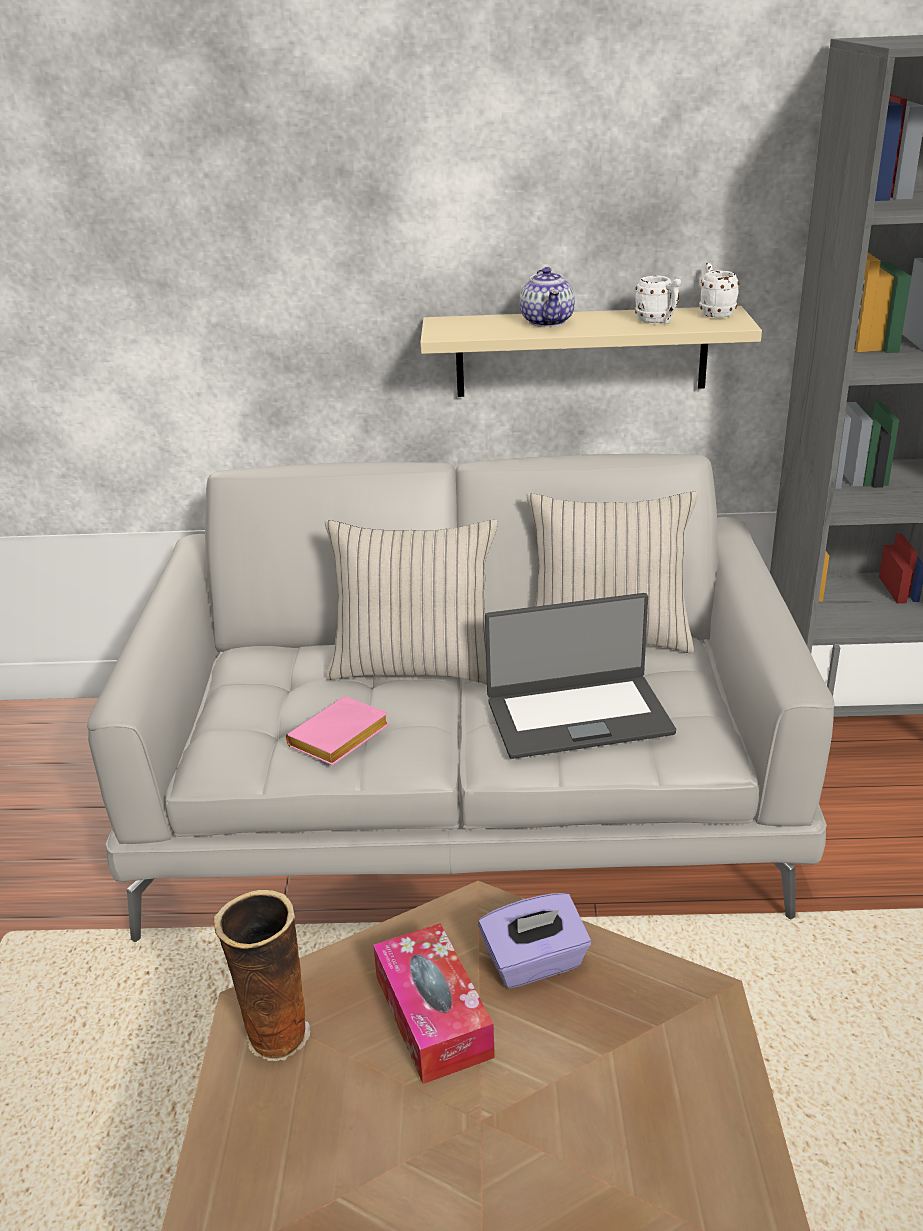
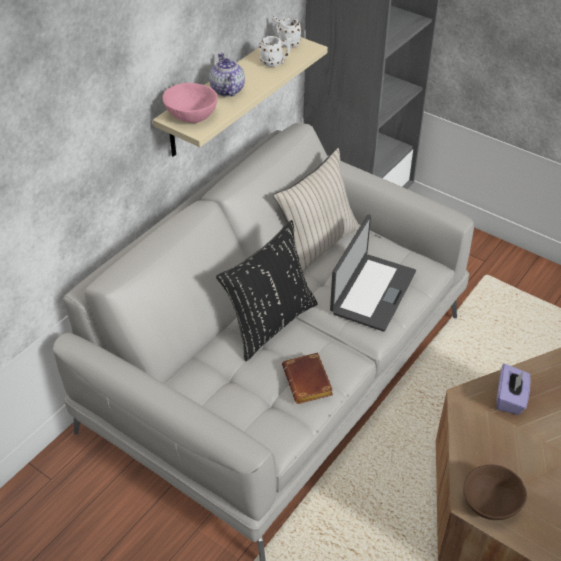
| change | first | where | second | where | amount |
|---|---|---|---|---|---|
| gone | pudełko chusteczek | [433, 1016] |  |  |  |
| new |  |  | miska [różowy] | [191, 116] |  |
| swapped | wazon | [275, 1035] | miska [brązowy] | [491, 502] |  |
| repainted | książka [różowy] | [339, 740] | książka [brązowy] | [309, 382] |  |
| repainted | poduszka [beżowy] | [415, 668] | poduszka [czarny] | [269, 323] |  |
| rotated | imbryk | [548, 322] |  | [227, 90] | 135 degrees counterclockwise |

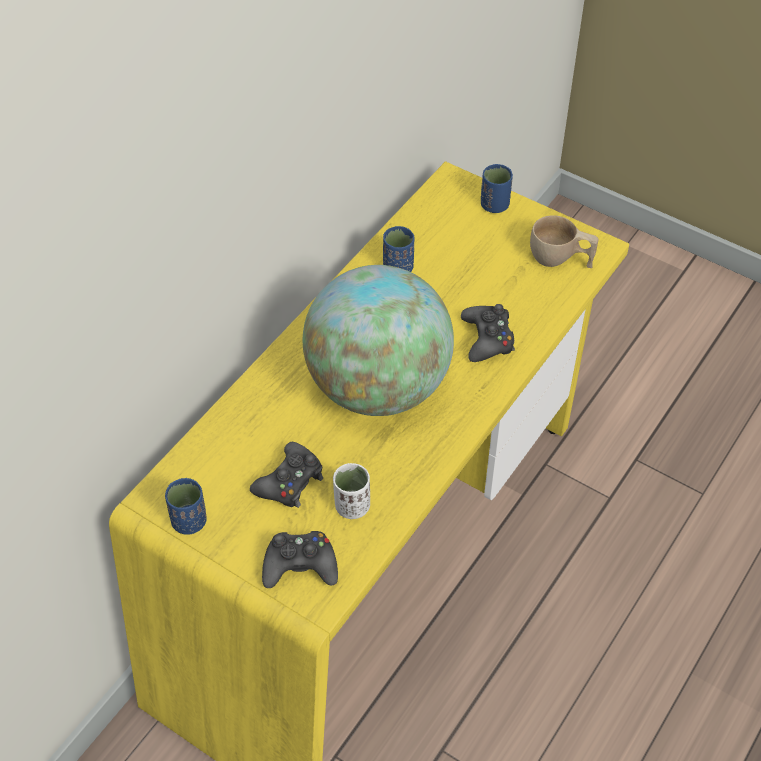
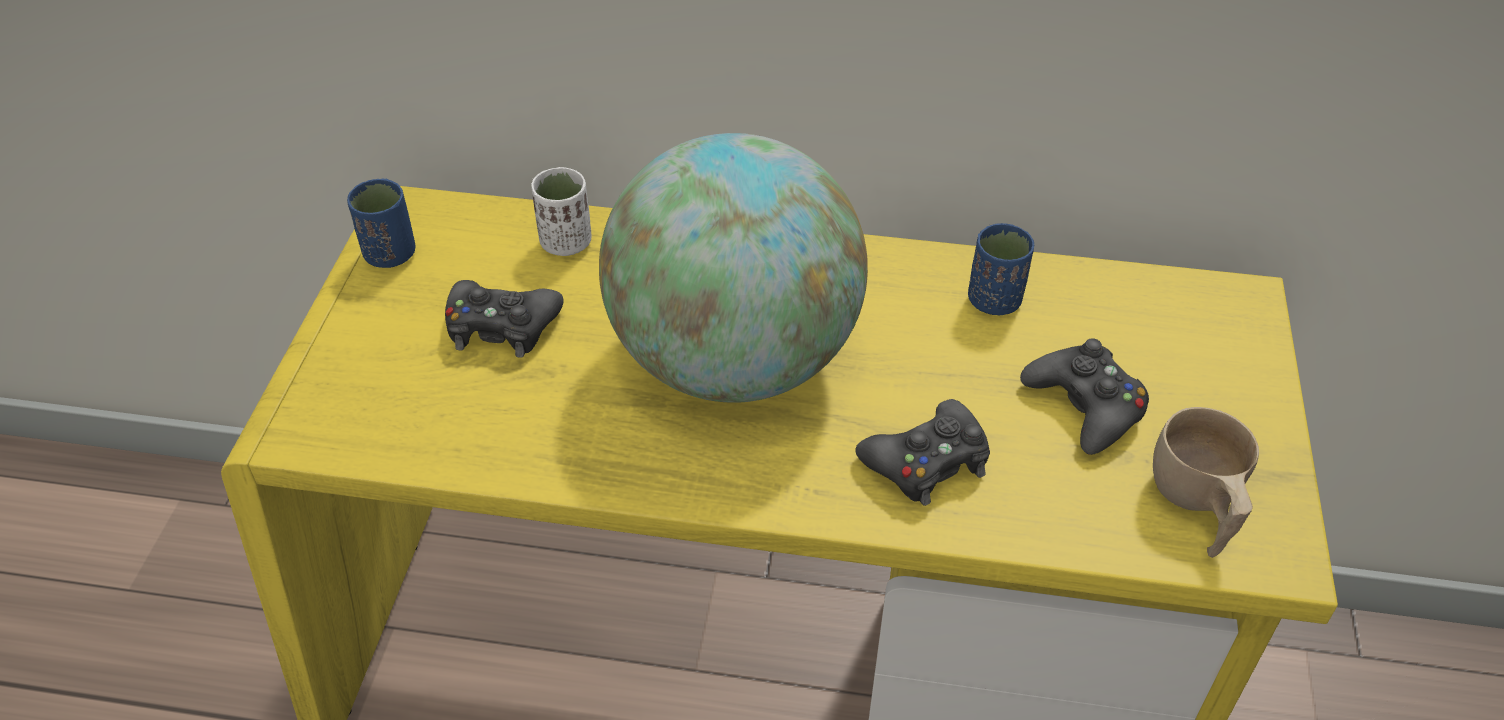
| change | first | where | second | where | amount |
|---|---|---|---|---|---|
| gone | filiżanka [niebieski] | [494, 205] |  |  |  |
| shifted | pad do gier [czarny] | [300, 565] |  | [1085, 406] |  |
| shifted | filiżanka [biały] | [352, 506] |  | [566, 242] |  |

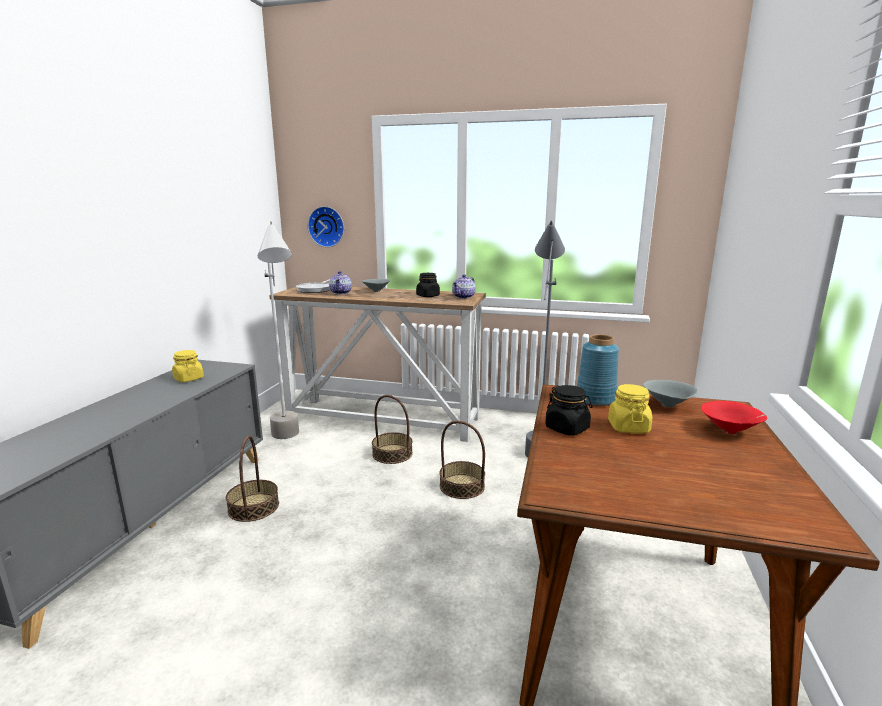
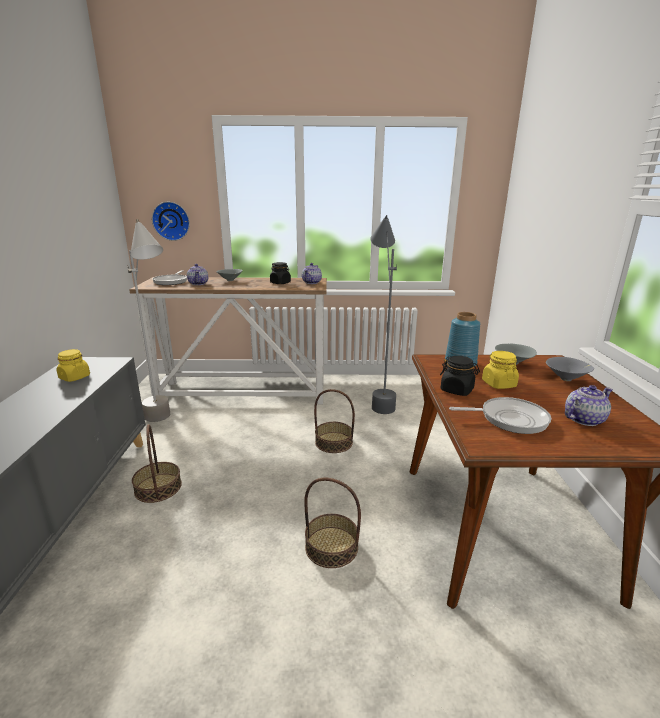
| change | first | where | second | where | amount |
|---|---|---|---|---|---|
| new |  |  | patelnia | [509, 419] |  |
| new |  |  | imbryk | [583, 419] |  |
| shifted | koszyk | [392, 454] |  | [331, 547] |  |
| repainted | miska [czerwony] | [731, 431] | miska [szary] | [567, 379] |  |

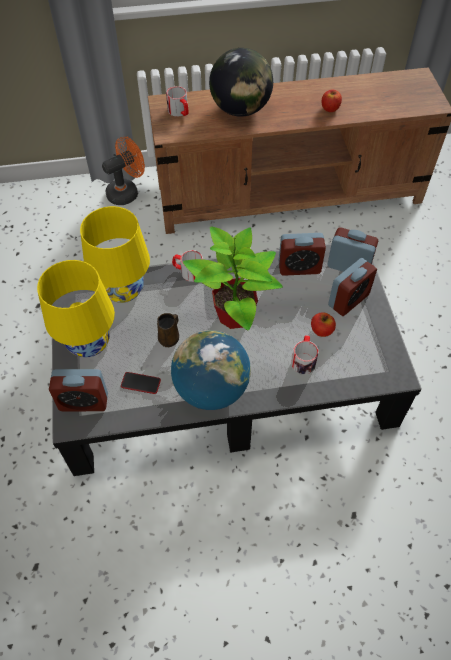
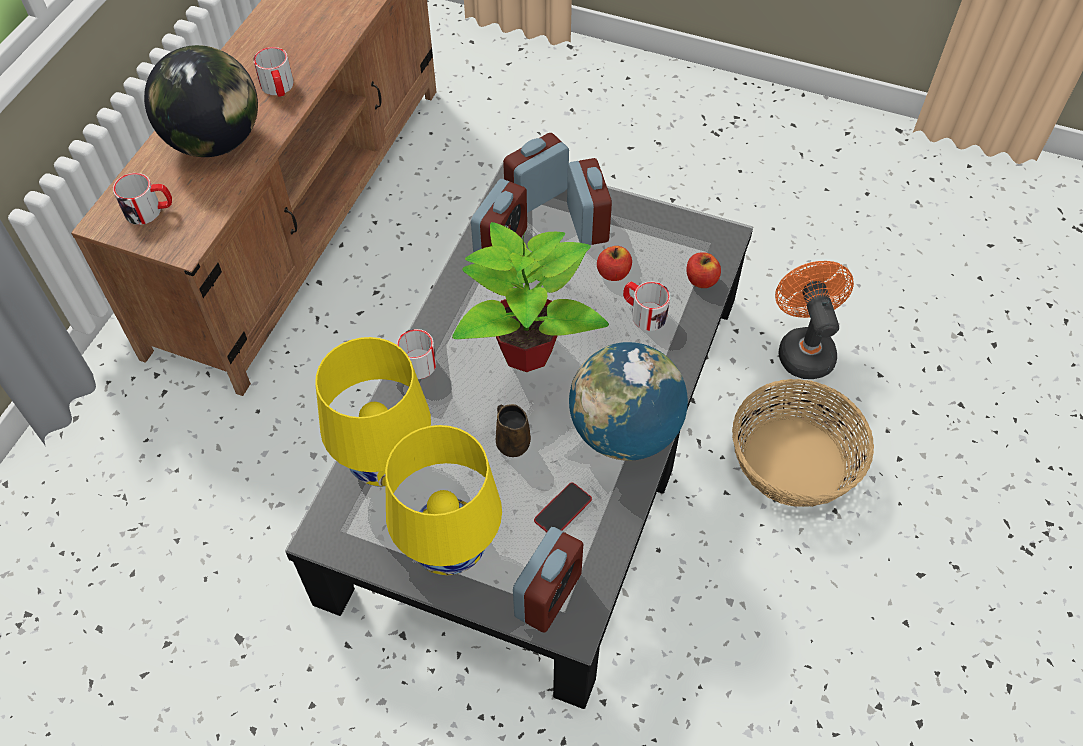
| change | first | where | second | where | amount |
|---|---|---|---|---|---|
| new |  |  | kubek | [278, 88] |  |
| new |  |  | koszyk | [794, 461] |  |
| shifted | wentylator [pomarańczowy] | [127, 192] |  | [803, 348] |  |
| shifted | jabłko | [330, 108] |  | [701, 280] |  |

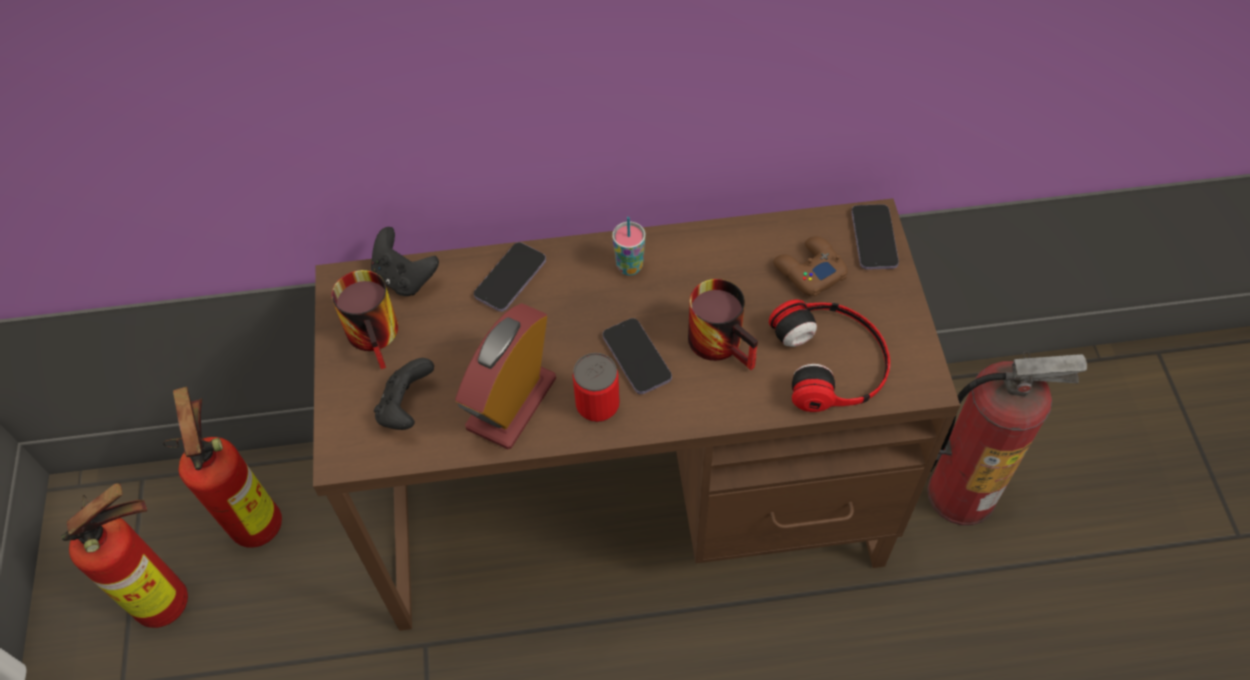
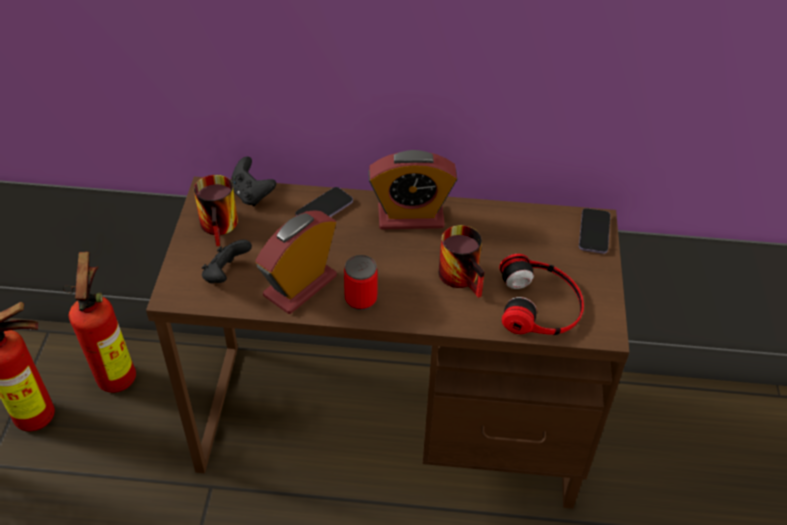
| change | first | where | second | where | amount |
|---|---|---|---|---|---|
| gone | telefon | [636, 357] |  |  |  |
| gone | pad do gier [brązowy] | [809, 271] |  |  |  |
| gone | gaśnica | [962, 493] |  |  |  |
| swapped | filiżanka | [629, 266] | budzik | [410, 217] |  |

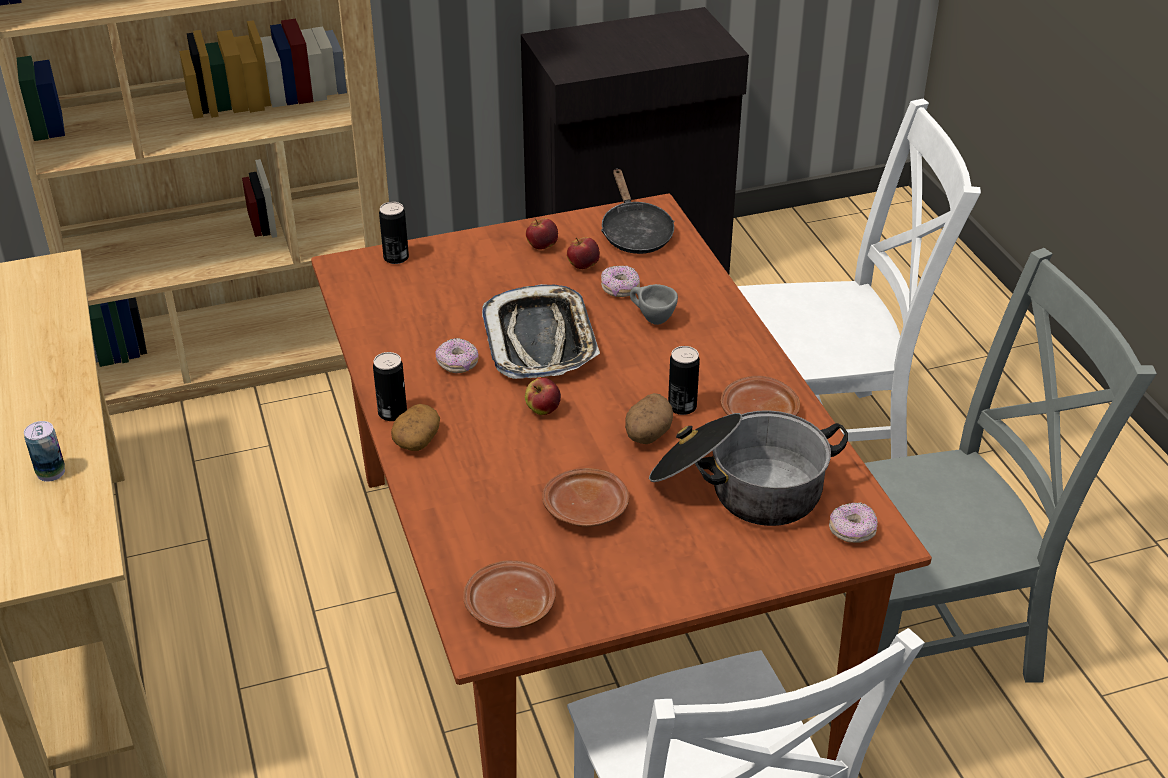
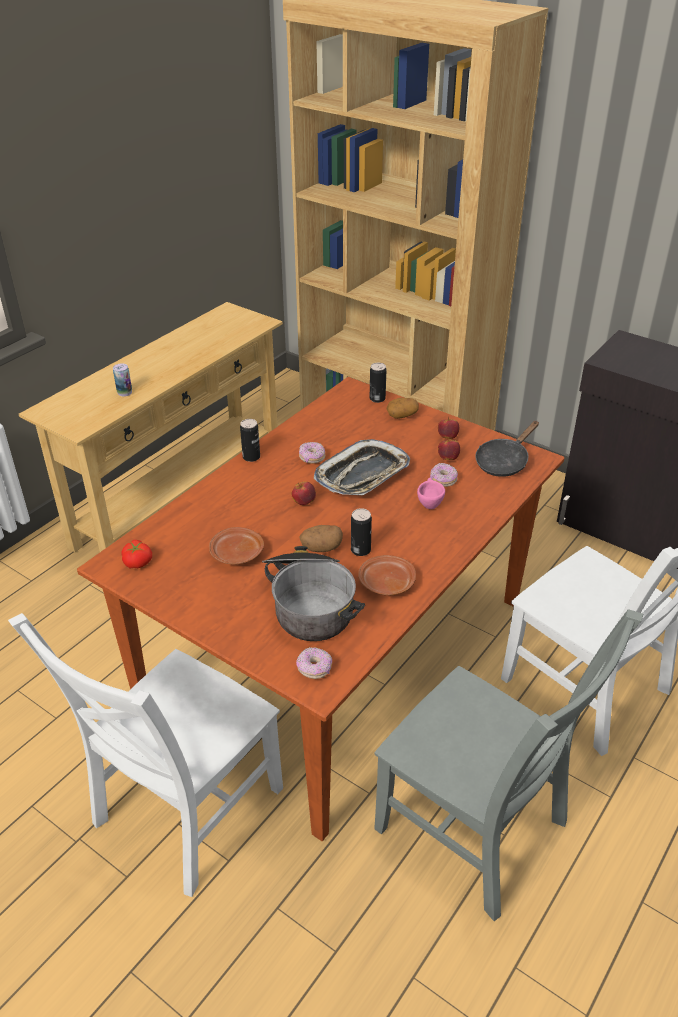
| change | first | where | second | where | amount |
|---|---|---|---|---|---|
| shifted | ziemniak | [416, 439] |  | [402, 415] |  |
| swapped | talerz [brązowy] | [509, 607] | pomidor | [138, 562] |  |
| repainted | filiżanka [szary] | [651, 319] | filiżanka [różowy] | [429, 503] |  |

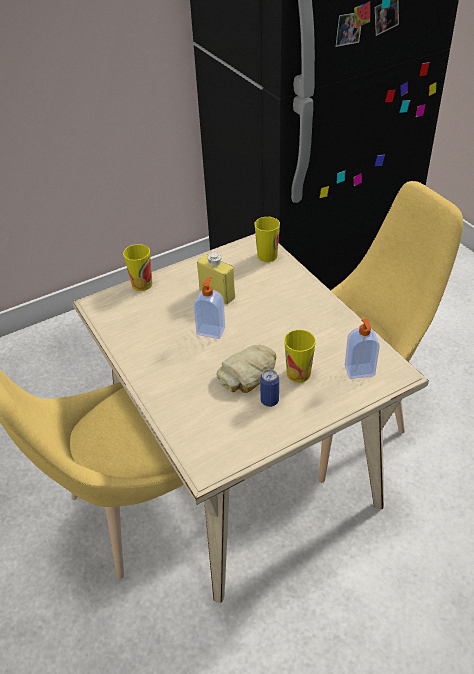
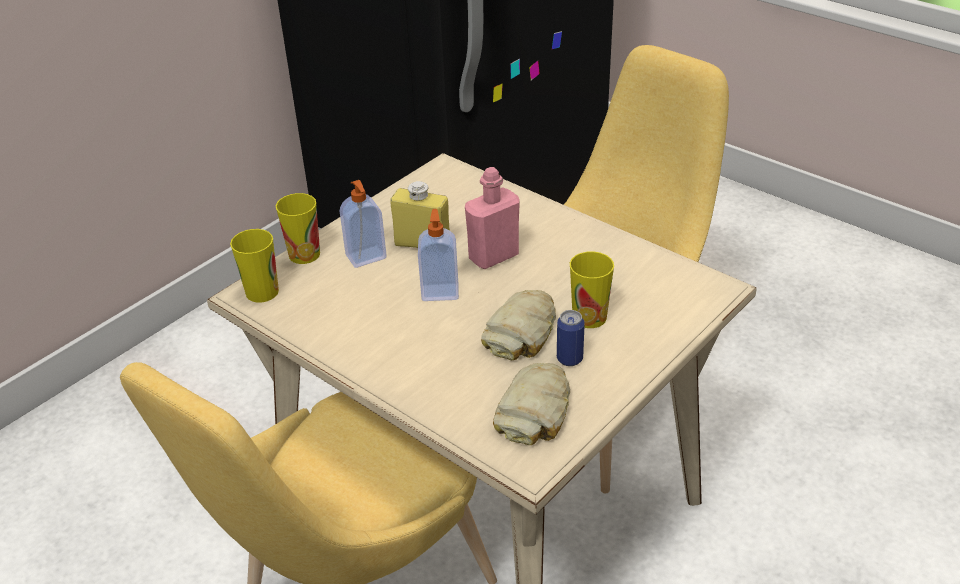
| change | first | where | second | where | amount |
|---|---|---|---|---|---|
| new |  |  | butelka [różowy] | [493, 256] |  |
| new |  |  | chleb | [536, 410] |  |
| shifted | filiżanka | [267, 256] |  | [262, 292] |  |
| shifted | dozownik mydła | [359, 372] |  | [366, 258] |  |

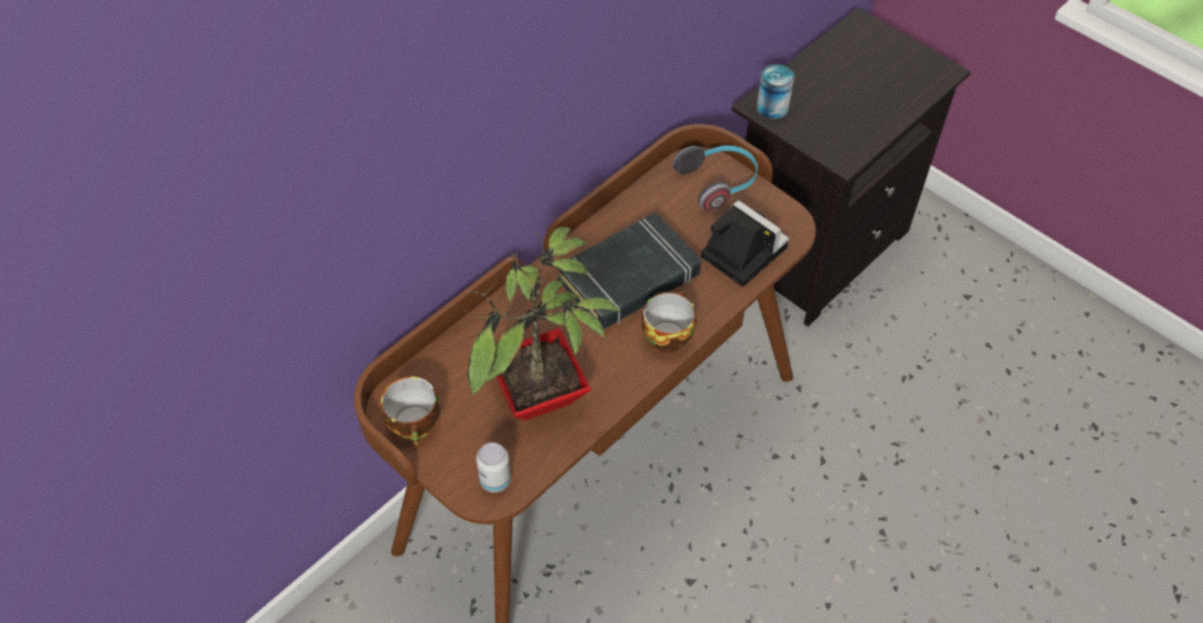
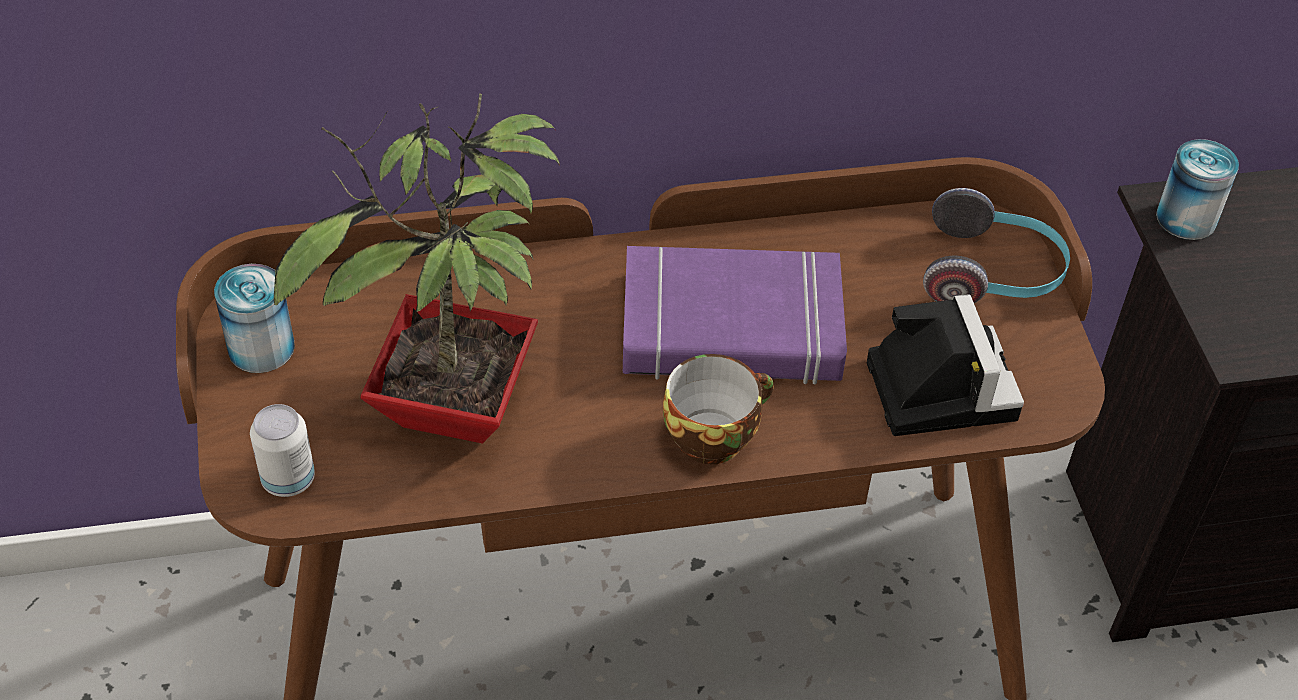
| change | first | where | second | where | amount |
|---|---|---|---|---|---|
| swapped | filiżanka | [416, 425] | puszka | [261, 348] |  |
| repainted | książka [czarny] | [629, 278] | książka [fioletowy] | [731, 328] |  |

